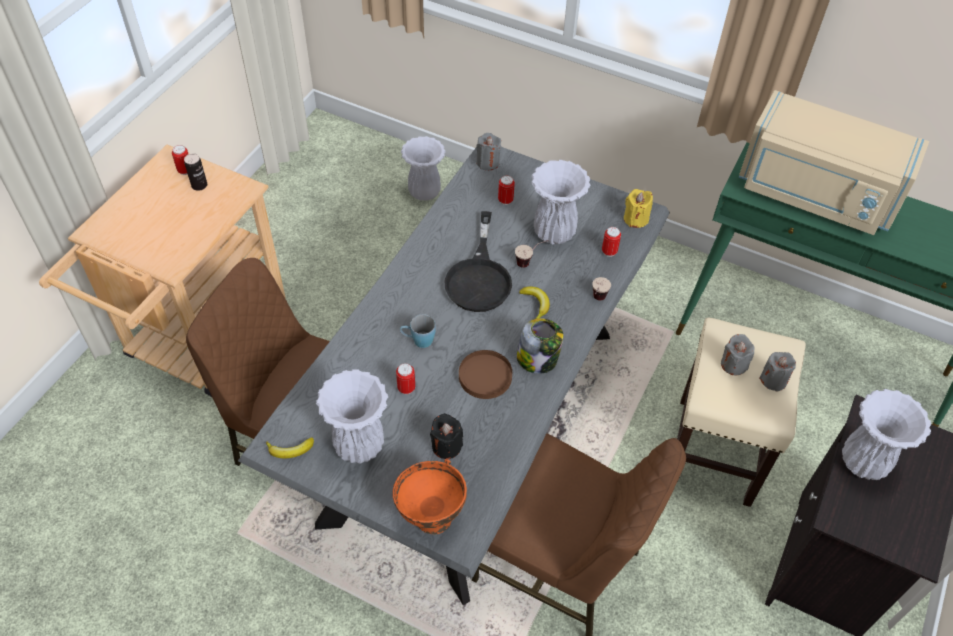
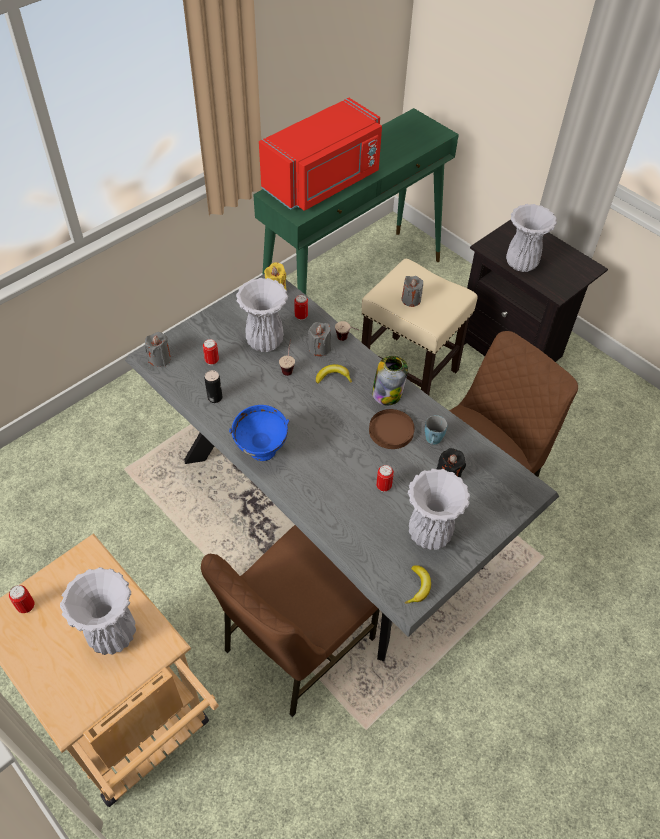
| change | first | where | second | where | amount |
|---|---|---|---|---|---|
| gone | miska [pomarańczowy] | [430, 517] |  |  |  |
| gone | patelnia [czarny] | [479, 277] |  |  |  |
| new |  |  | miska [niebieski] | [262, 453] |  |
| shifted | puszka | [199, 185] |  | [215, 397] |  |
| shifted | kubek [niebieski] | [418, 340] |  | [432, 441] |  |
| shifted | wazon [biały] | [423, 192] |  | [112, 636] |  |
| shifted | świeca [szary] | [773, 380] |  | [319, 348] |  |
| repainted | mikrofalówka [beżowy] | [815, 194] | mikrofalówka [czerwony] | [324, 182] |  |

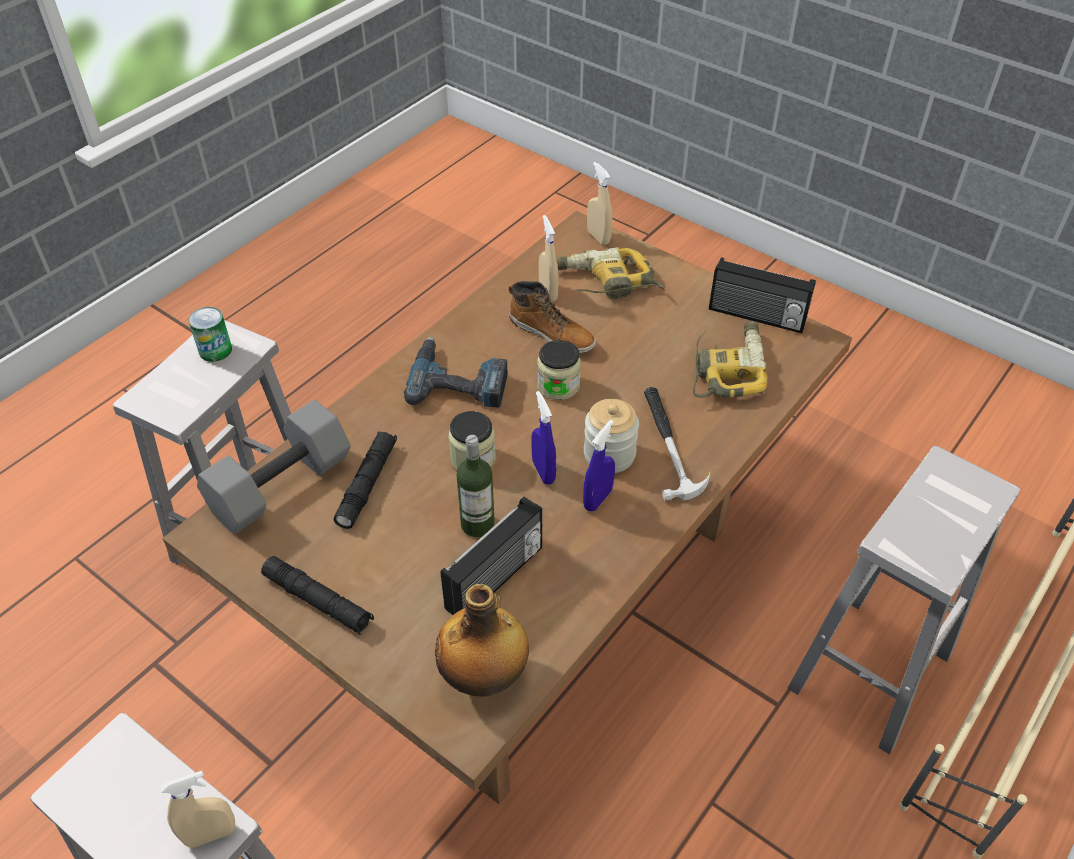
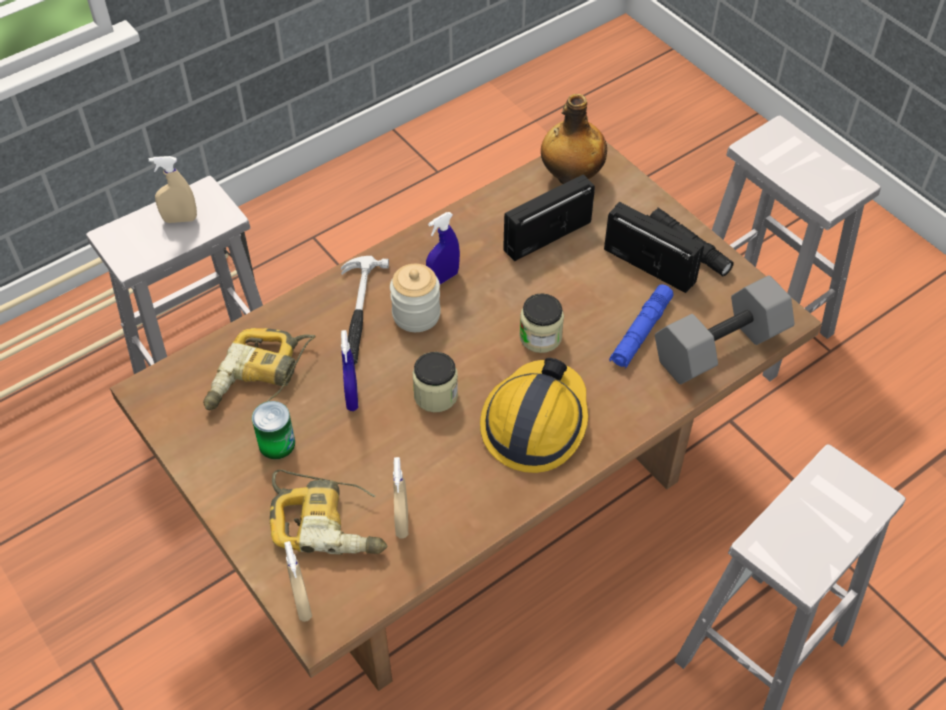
| change | first | where | second | where | amount |
|---|---|---|---|---|---|
| gone | butelka | [477, 524] |  |  |  |
| gone | but z cholewką | [552, 333] |  |  |  |
| shifted | spryskiwacz [beżowy] | [210, 834] |  | [180, 219] |  |
| shifted | puszka | [215, 350] |  | [277, 443] |  |
| shifted | spryskiwacz [niebieski] | [543, 472] |  | [352, 397] |  |
| shifted | radio | [756, 317] |  | [650, 264] |  |
| swapped | wiertarka | [458, 381] | kask | [535, 423] |  |
| repainted | latarka [czarny] | [367, 484] | latarka [niebieski] | [640, 332] |  |

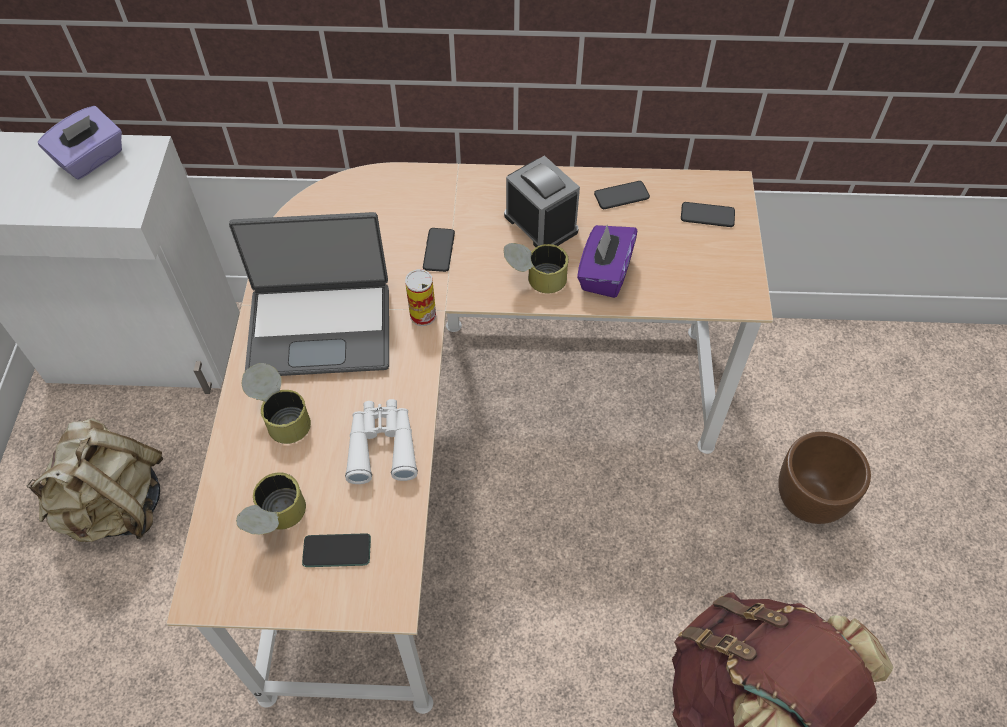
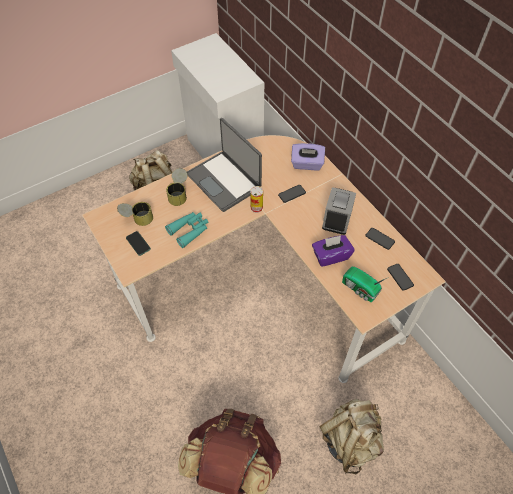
| change | first | where | second | where | amount |
|---|---|---|---|---|---|
| gone | puszka | [535, 279] |  |  |  |
| new |  |  | radio | [360, 289] |  |
| shifted | pudełko chusteczek [fioletowy] | [91, 159] |  | [307, 164] |  |
| swapped | donica [brązowy] | [807, 501] | plecak [beżowy] | [350, 440] |  |
| repainted | lornetka [biały] | [382, 445] | lornetka [turkusowy] | [189, 230] |  |

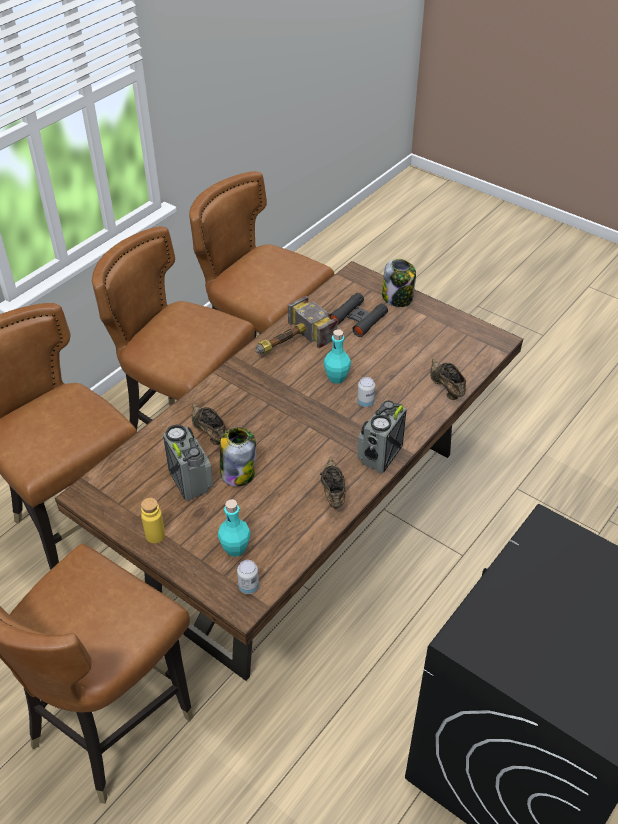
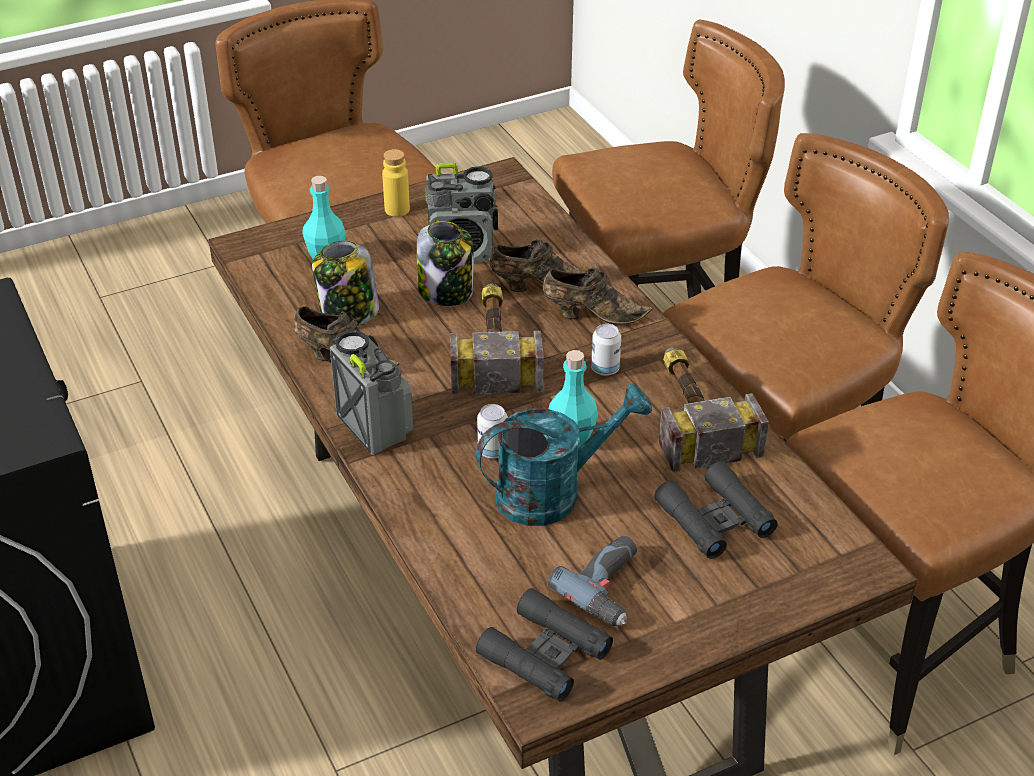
| change | first | where | second | where | amount |
|---|---|---|---|---|---|
| new |  |  | młotek | [494, 346] |  |
| new |  |  | konewka [turkusowy] | [553, 492] |  |
| new |  |  | lornetka [czarny] | [545, 654] |  |
| new |  |  | wiertarka | [611, 587] |  |
| shifted | puszka | [248, 587] |  | [605, 369] |  |
| shifted | słoik | [398, 298] |  | [348, 314] |  |
| shifted | but [brązowy] | [446, 388] |  | [592, 315] |  |

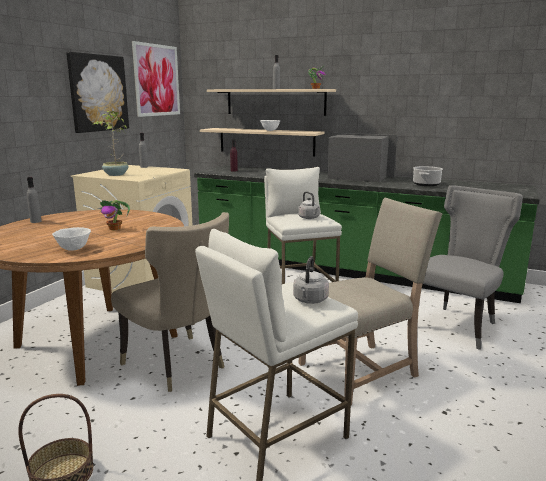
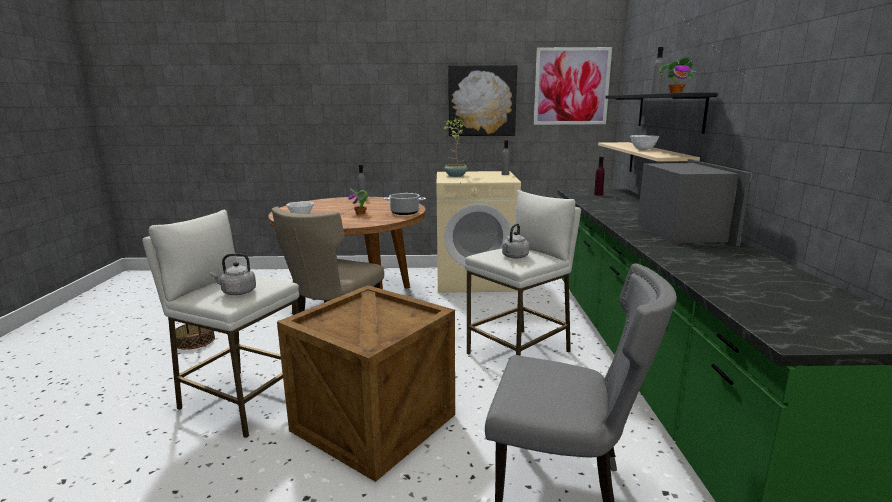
| change | first | where | second | where | amount |
|---|---|---|---|---|---|
| shifted | garnek | [426, 184] |  | [405, 212] |  |
| swapped | krzesło [beżowy] | [362, 370] | skrzynka | [374, 424] |  |
| repainted | półka [beżowy] | [275, 102] | półka [czarny] | [669, 111] |  |

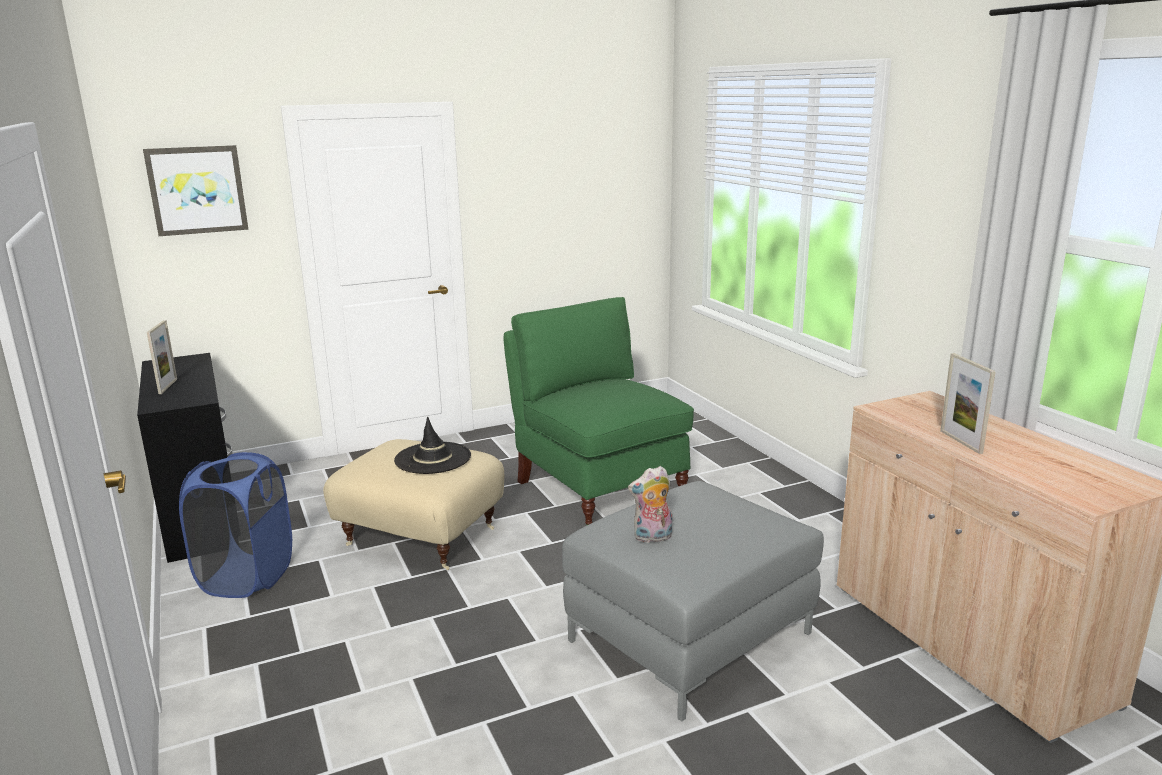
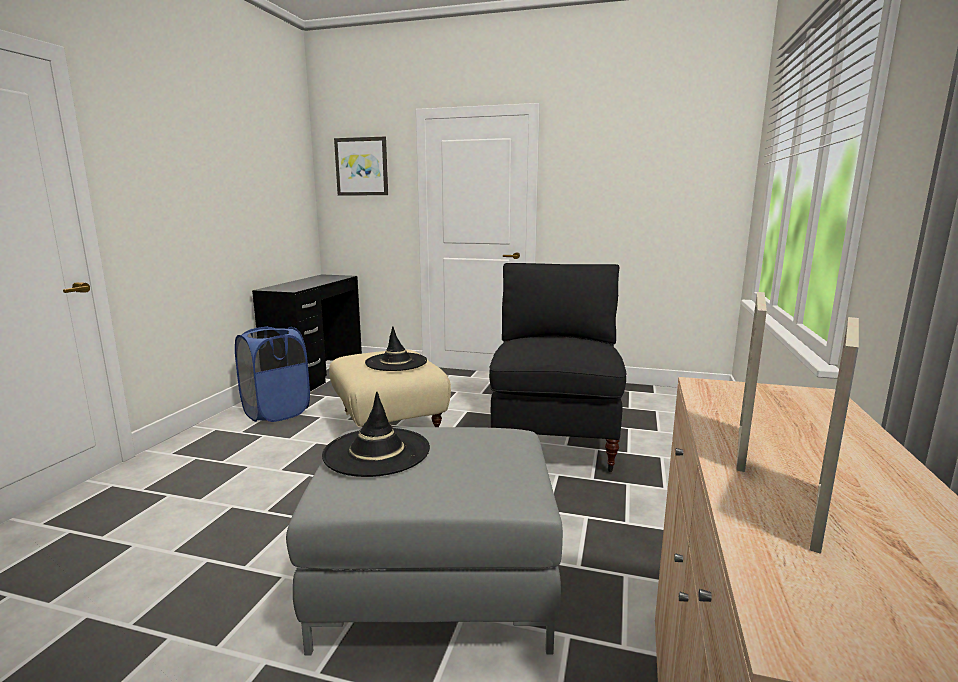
| change | first | where | second | where | amount |
|---|---|---|---|---|---|
| shifted | ramka na zdjęcie | [168, 386] |  | [819, 516] |  |
| swapped | pluszak | [652, 538] | kapelusz [czarny] | [376, 452] |  |
| repainted | krzesło [zielony] | [598, 490] | krzesło [czarny] | [554, 439] |  |

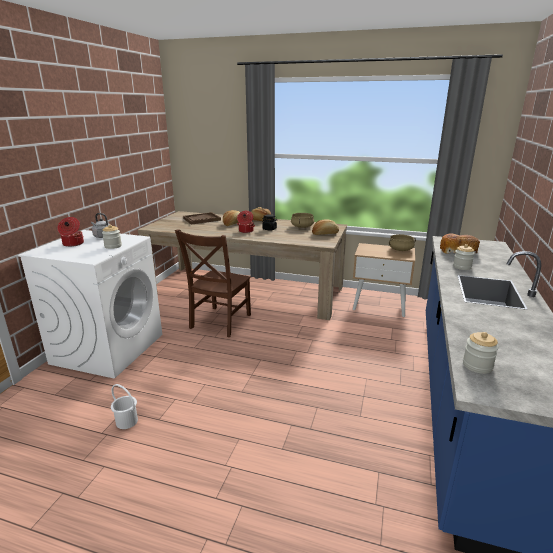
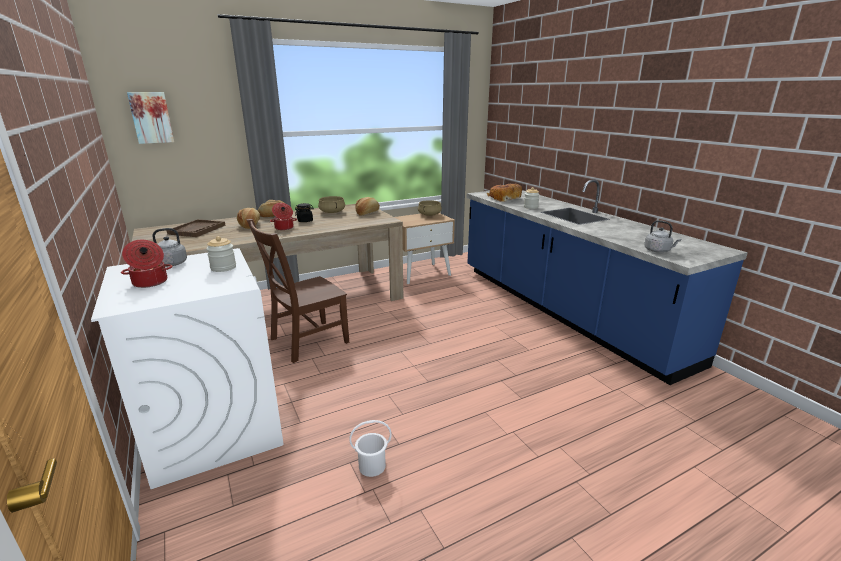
| change | first | where | second | where | amount |
|---|---|---|---|---|---|
| new |  |  | obraz | [151, 117] |  |
| swapped | słoik | [477, 365] | czajnik [szary] | [658, 251] |  |
| rotated | krzesło [brązowy] | [219, 322] |  | [306, 341] | 75 degrees clockwise |

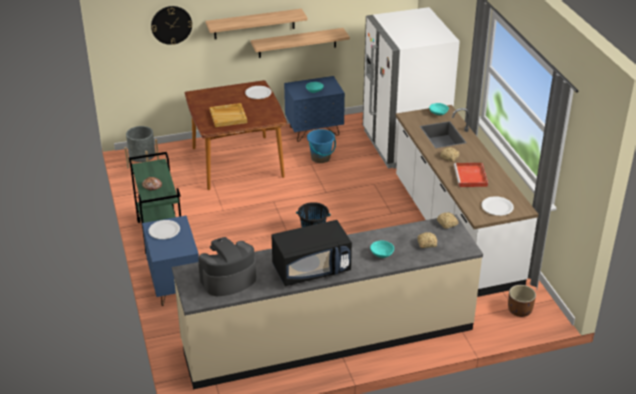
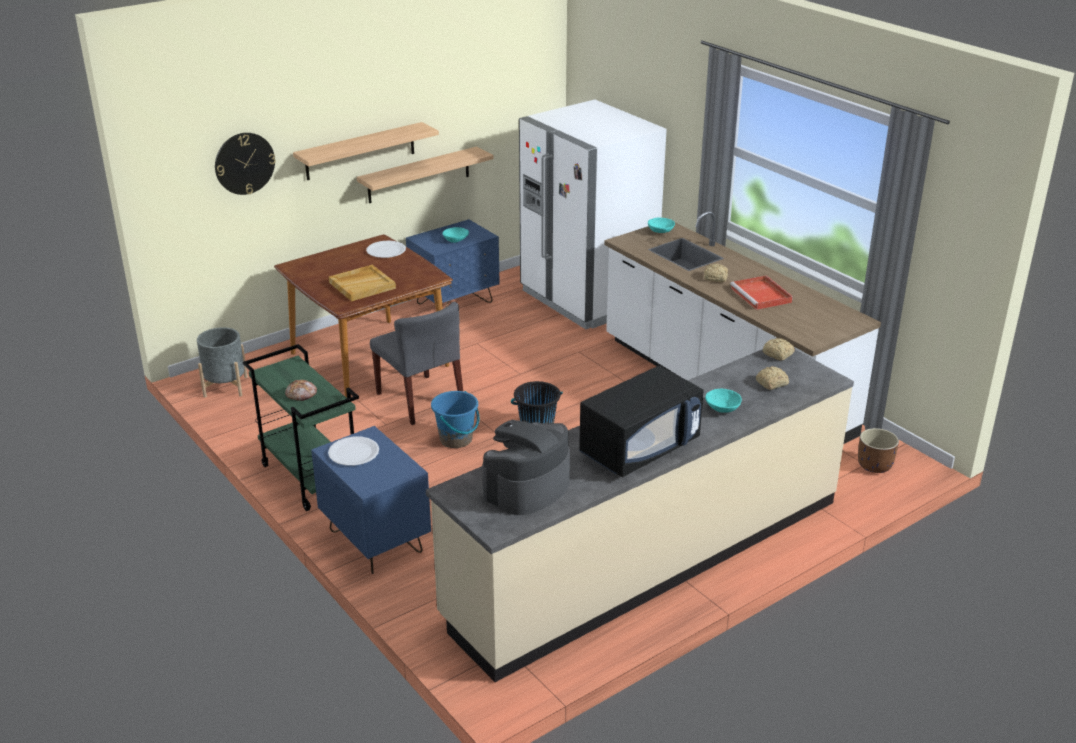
| change | first | where | second | where | amount |
|---|---|---|---|---|---|
| gone | talerz [biały] | [497, 207] |  |  |  |
| new |  |  | krzesło [szary] | [420, 400] |  |
| shifted | wiadro [niebieski] | [321, 158] |  | [456, 439] |  |

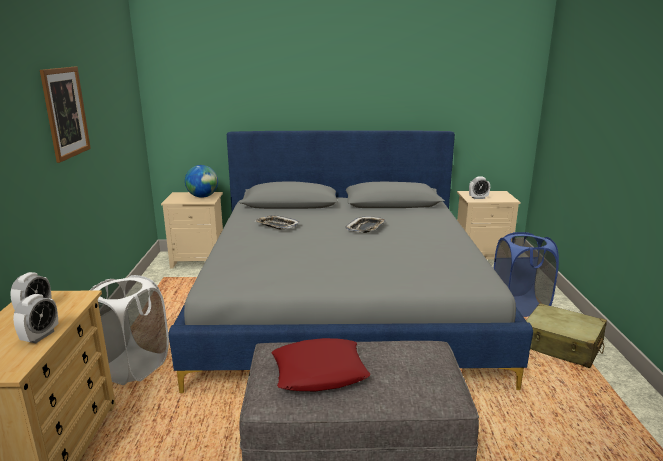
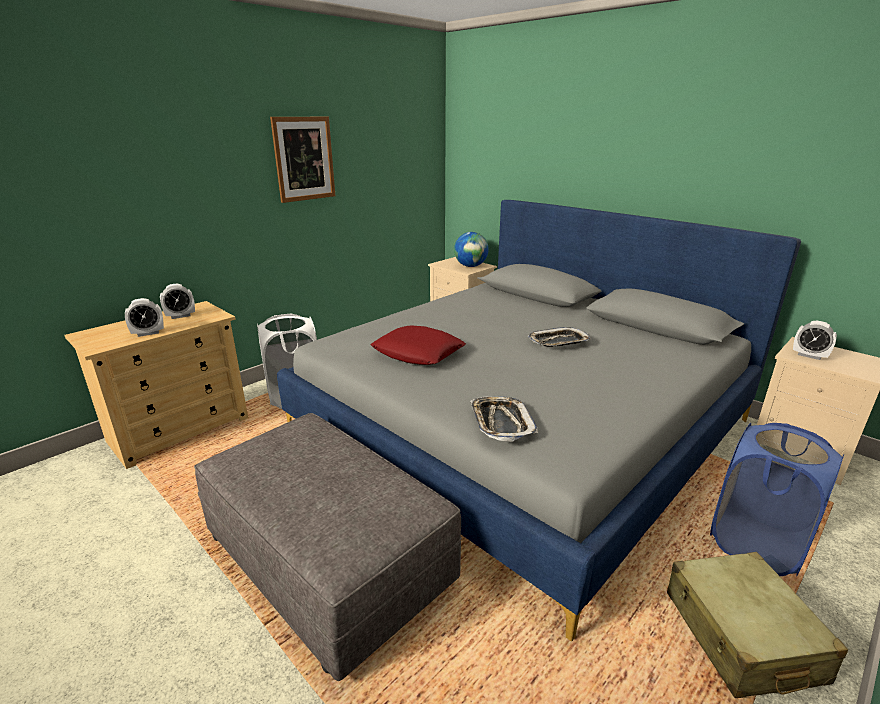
| change | first | where | second | where | amount |
|---|---|---|---|---|---|
| shifted | taca | [277, 225] |  | [501, 422] |  |
| shifted | poduszka [czerwony] | [319, 372] |  | [418, 352] |  |

